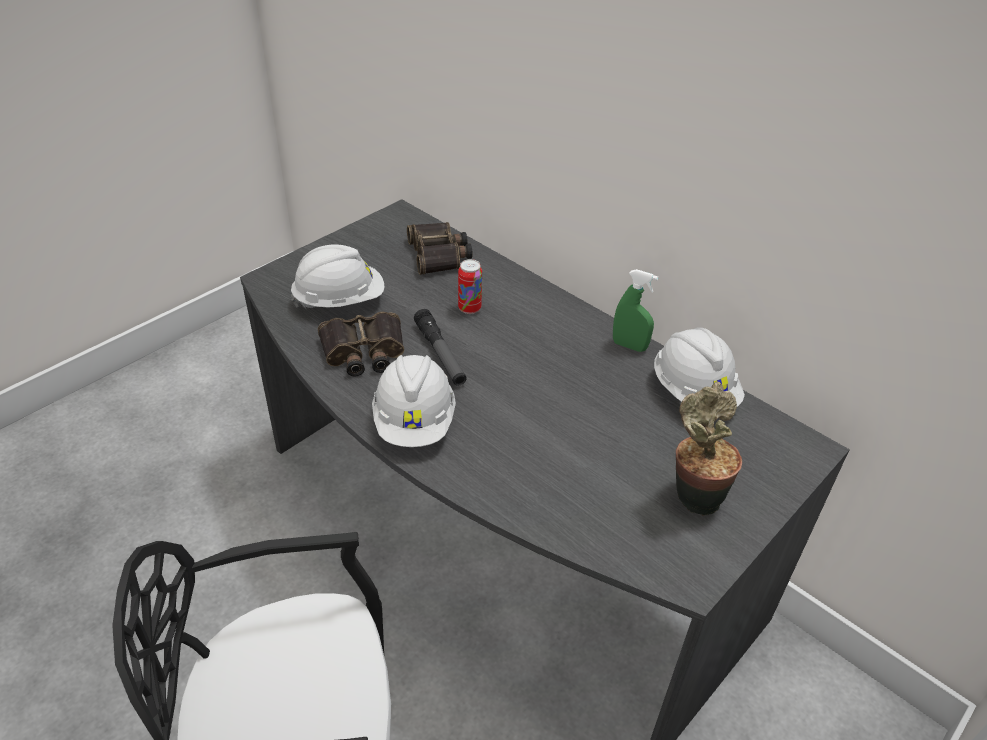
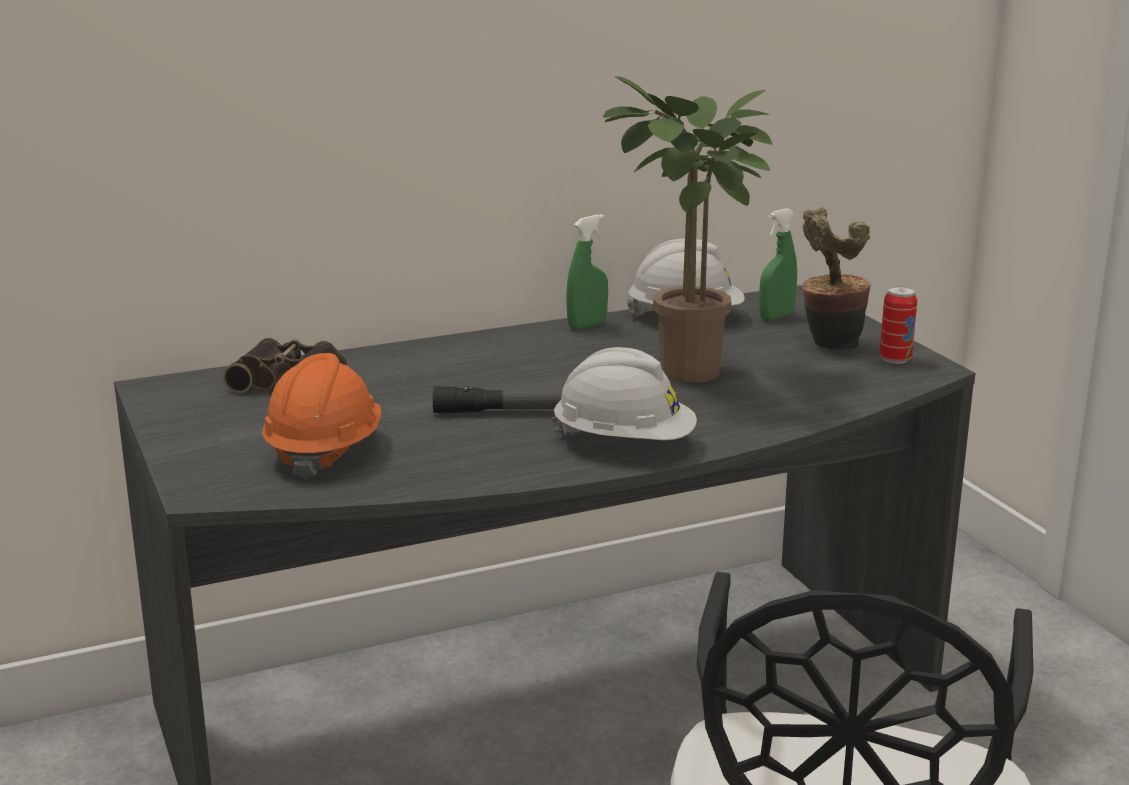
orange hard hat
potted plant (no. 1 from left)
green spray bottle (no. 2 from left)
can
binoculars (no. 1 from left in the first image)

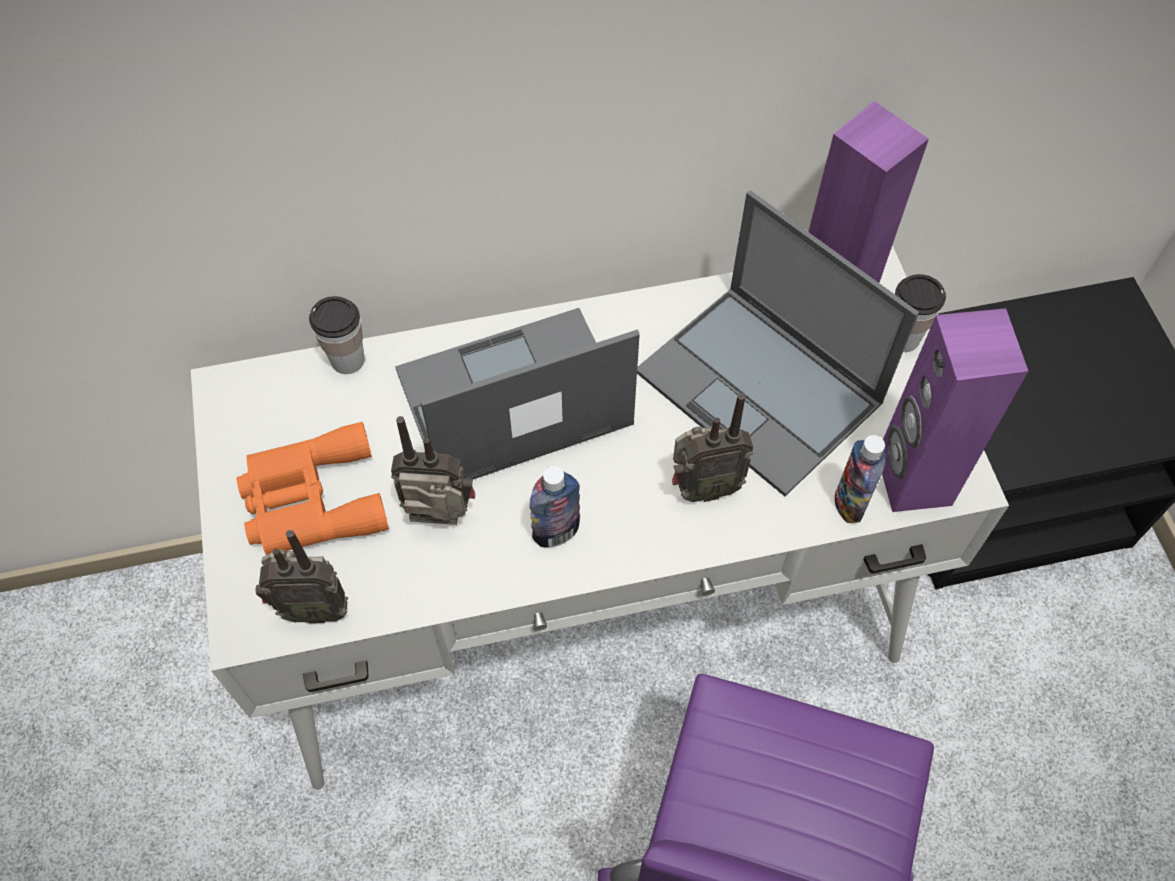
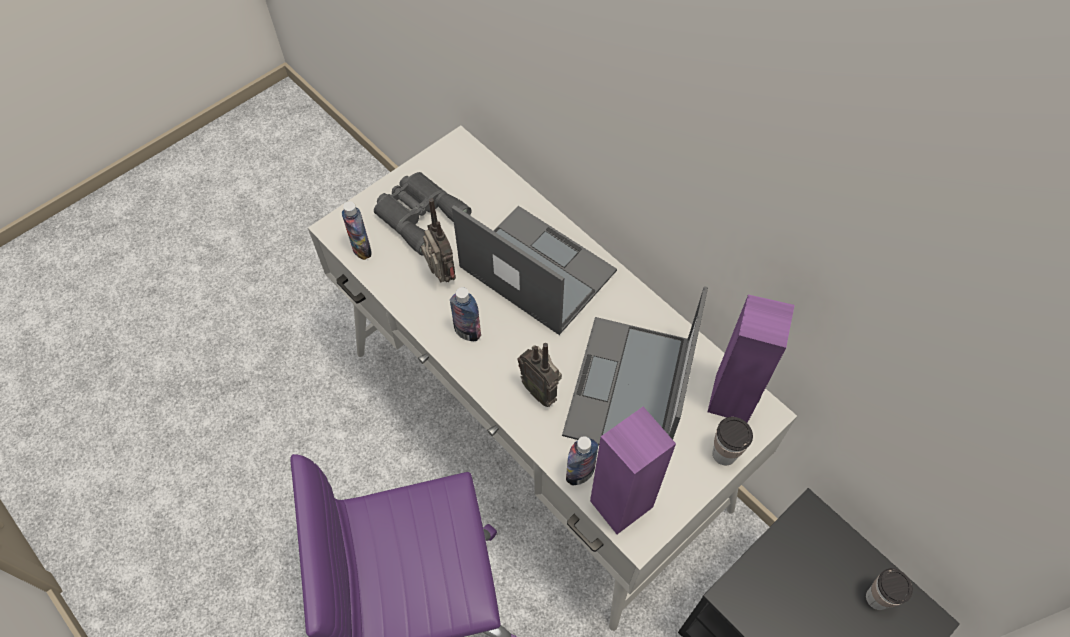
bottle (no. 1 from left)
grey binoculars
cup (no. 2 from left)

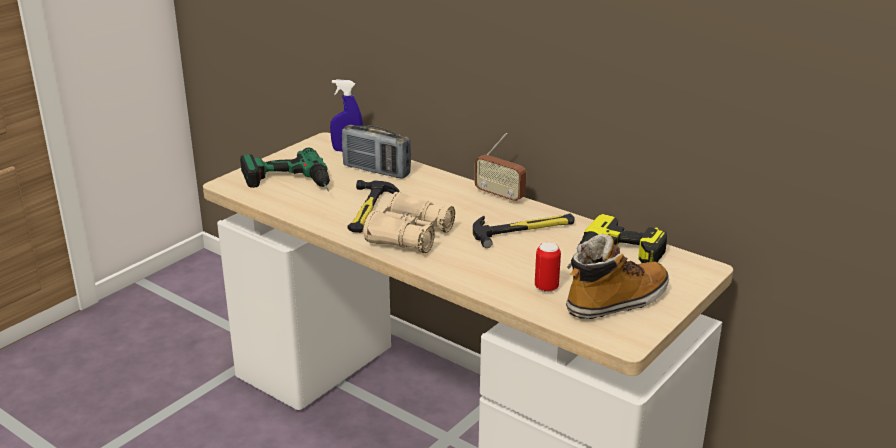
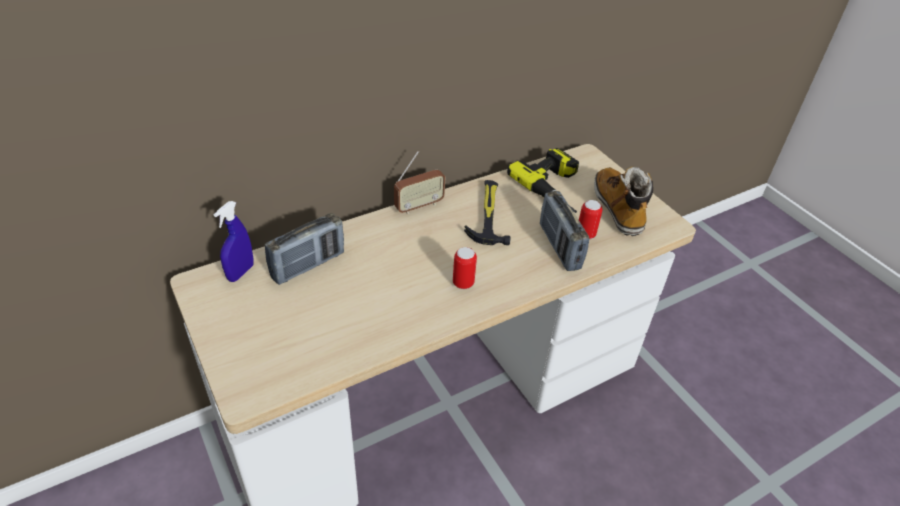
can (no. 1 from left)
radio (no. 3 from left)
power drill (no. 1 from left in the first image)
hammer (no. 1 from left in the first image)

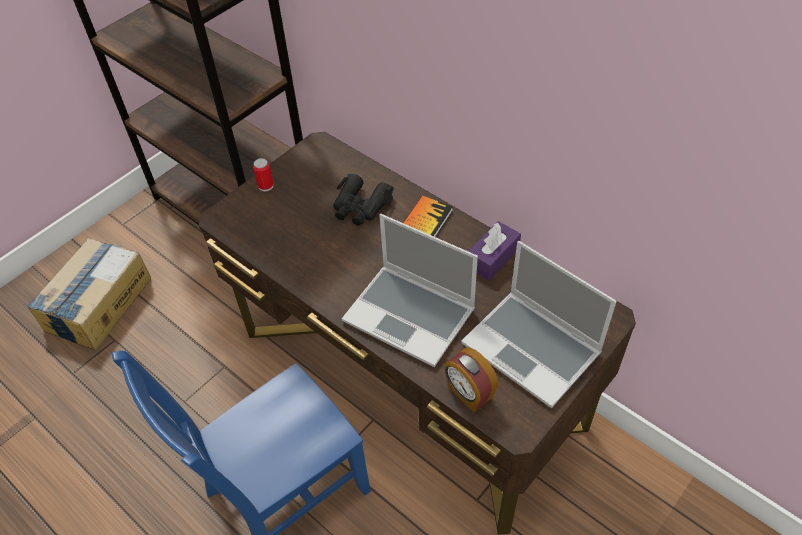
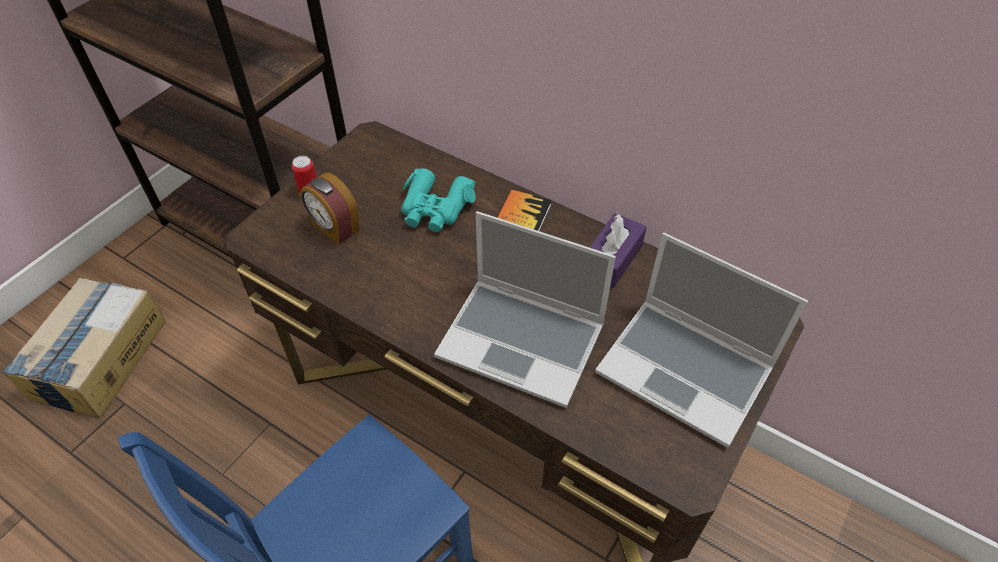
alarm clock
turquoise binoculars

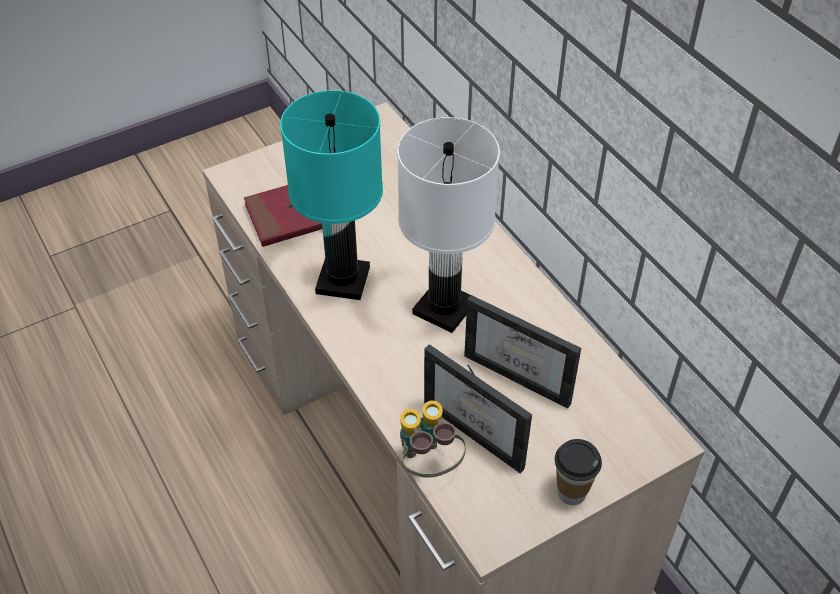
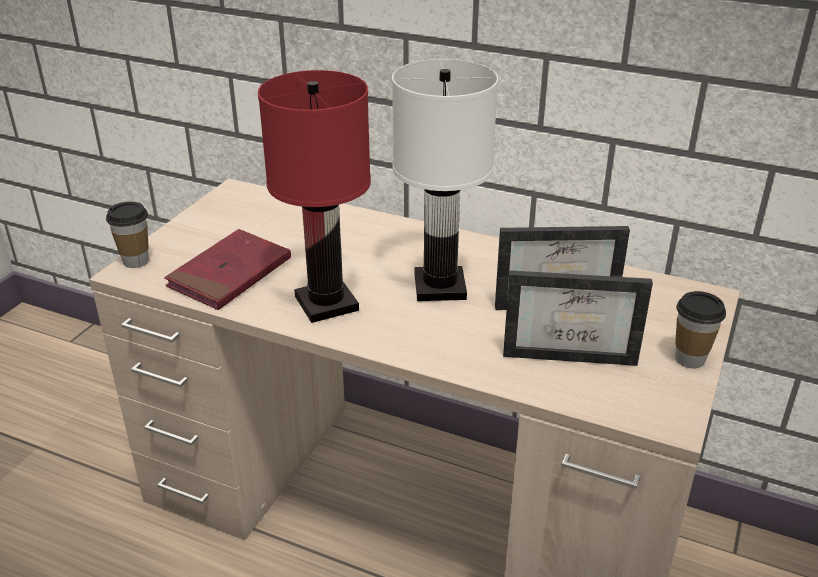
cup (no. 1 from left)
red table lamp
binoculars

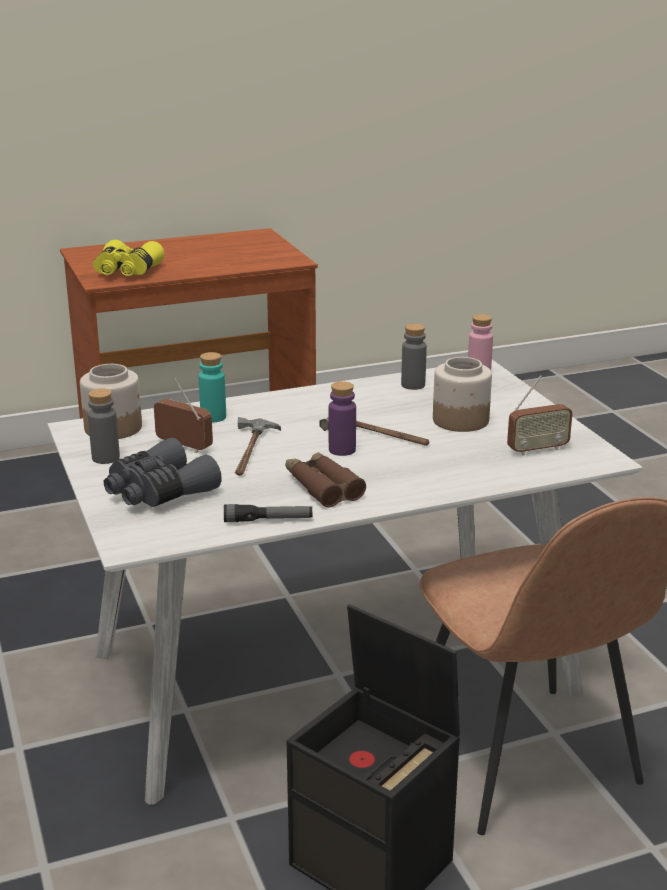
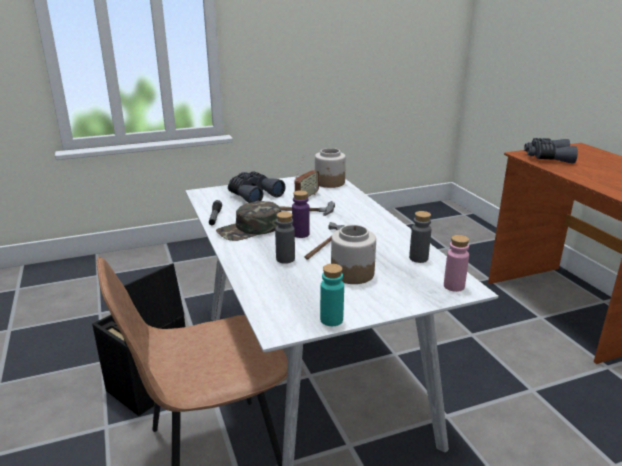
green cap
grey bottle (no. 1 from left)
turquoise bottle
grey binoculars (no. 2 from left)
radio (no. 2 from left in the first image)

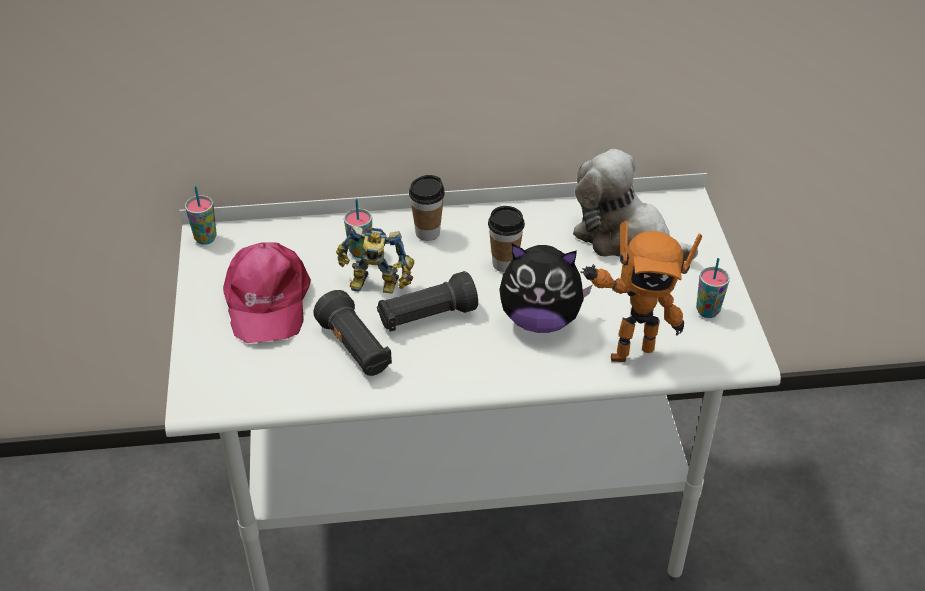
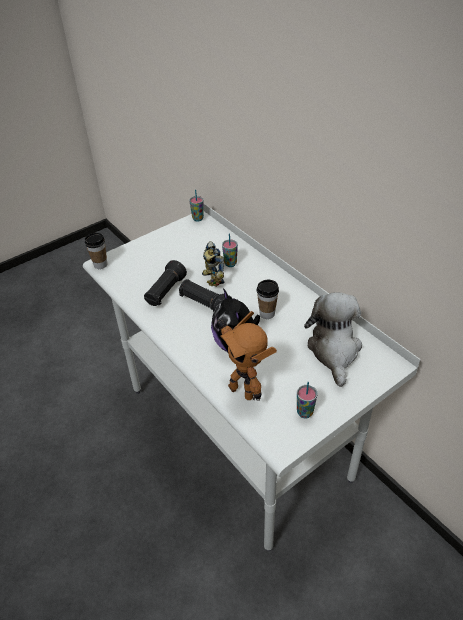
cup (no. 1 from left)
pink cap

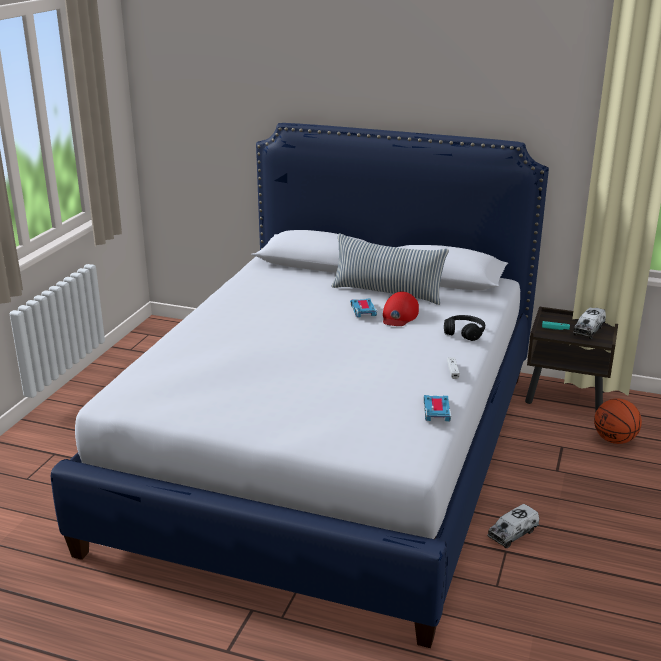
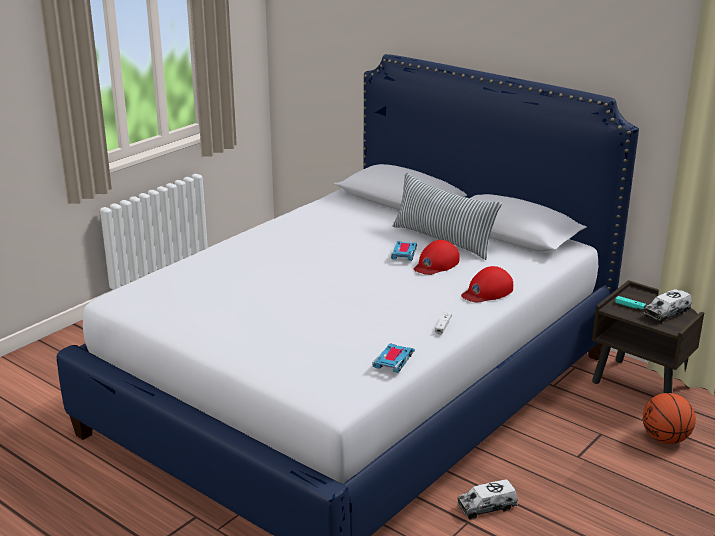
red cap (no. 2 from left)

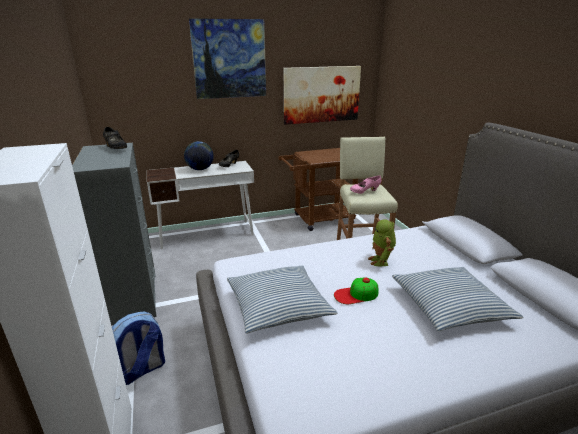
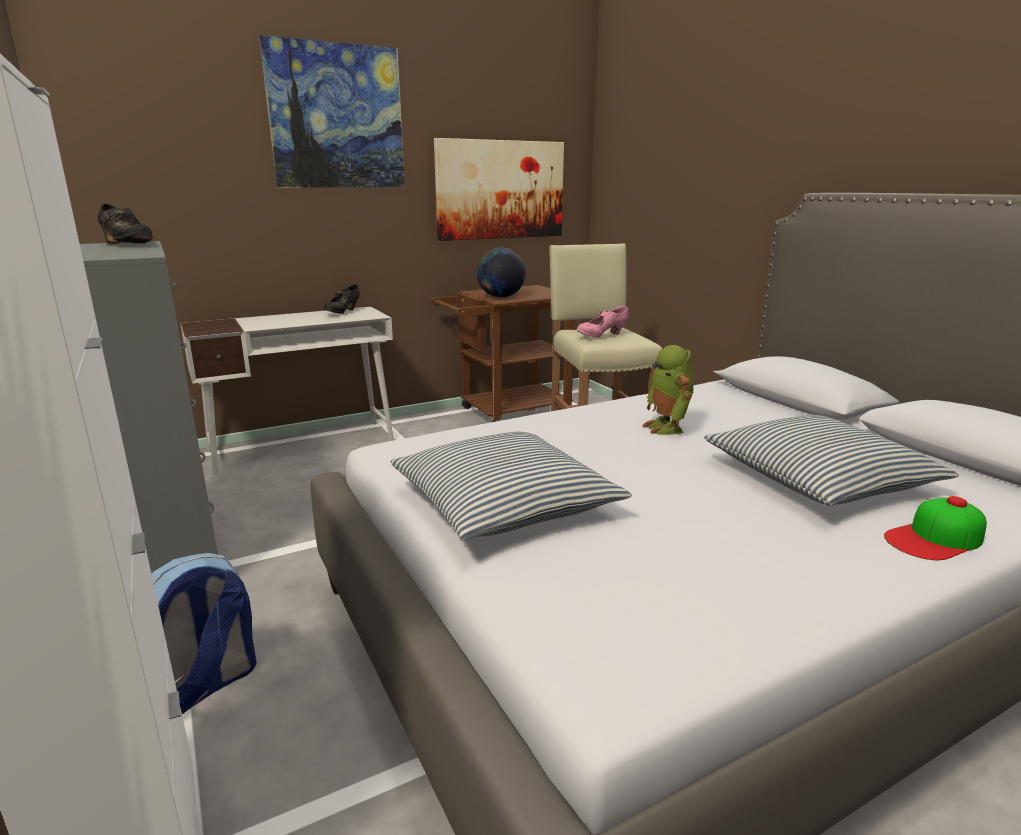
globe
cap

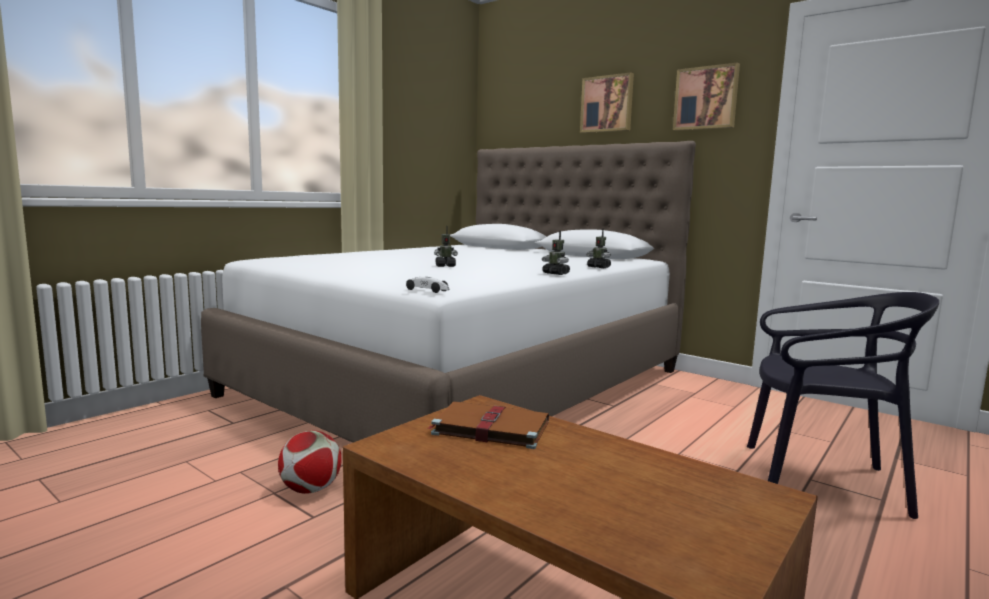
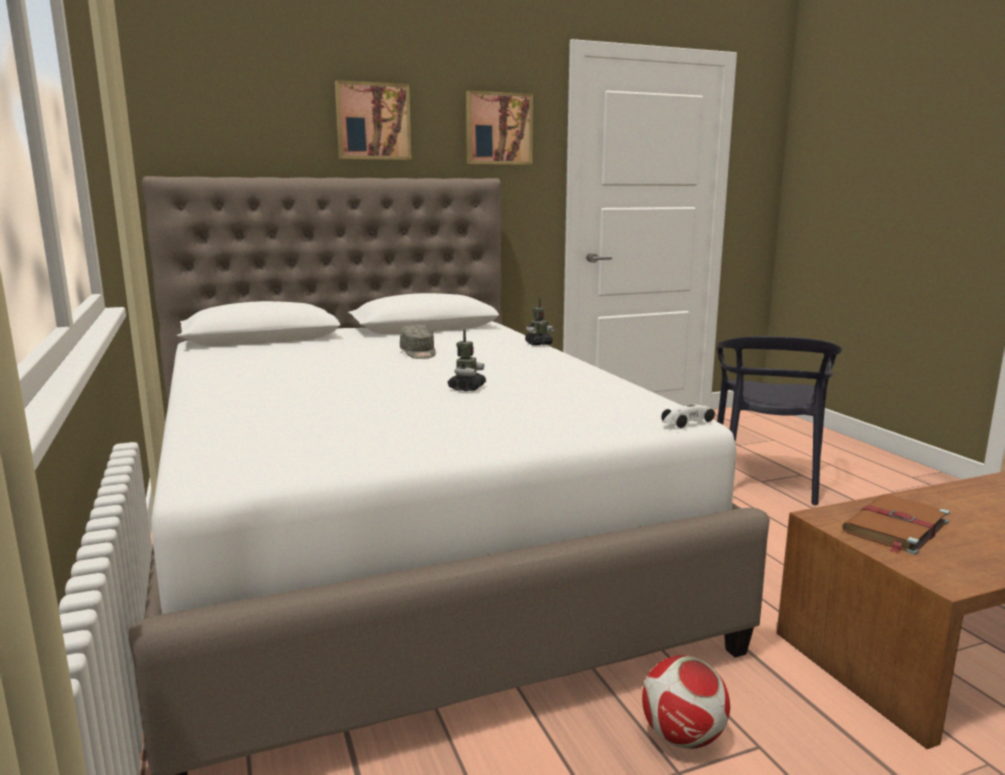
grey cap
black chair
toy robot (no. 2 from left in the first image)

